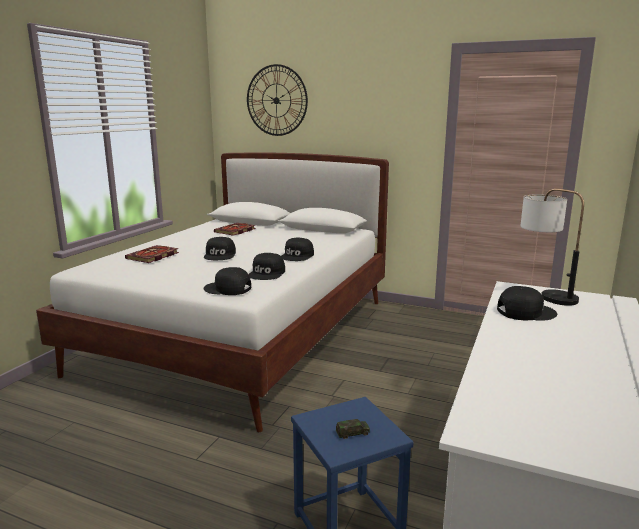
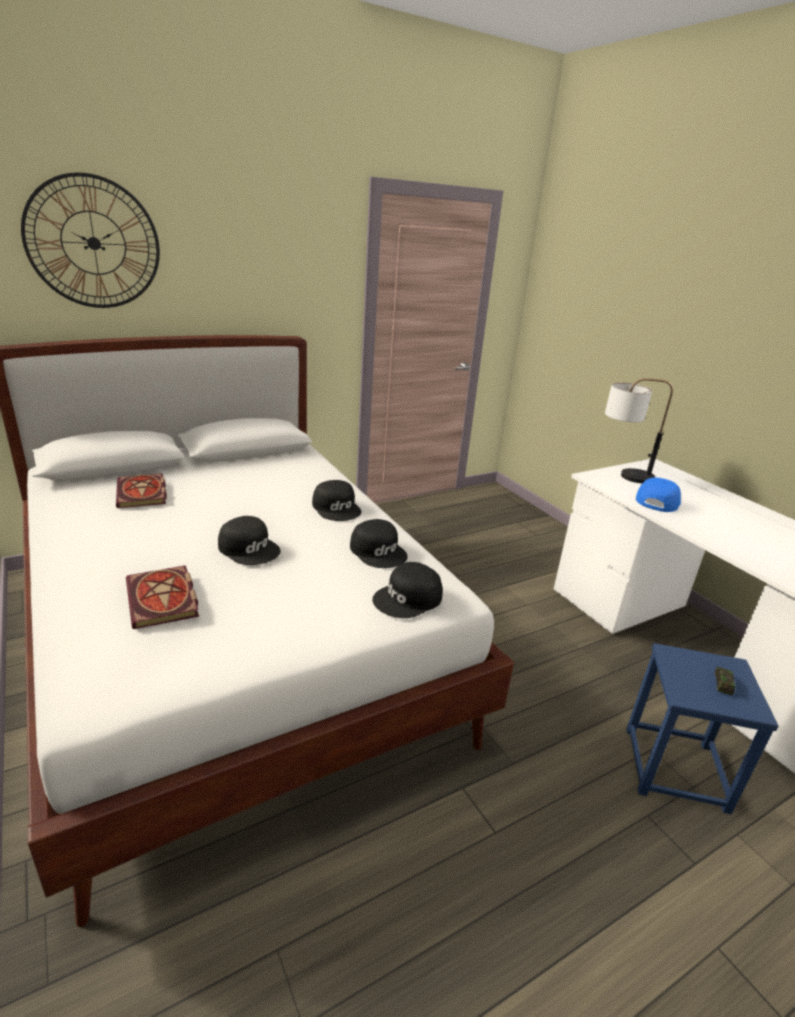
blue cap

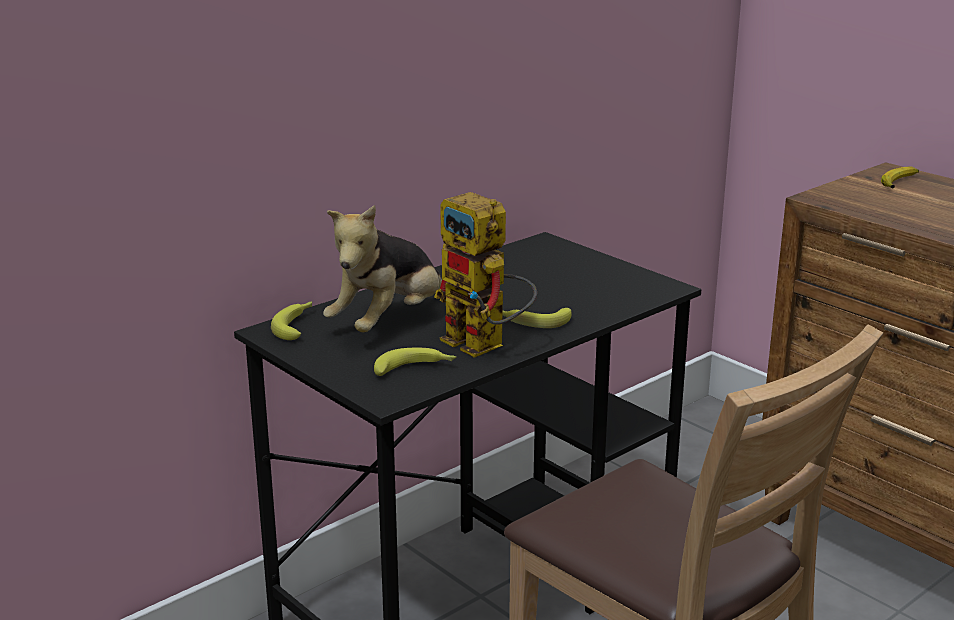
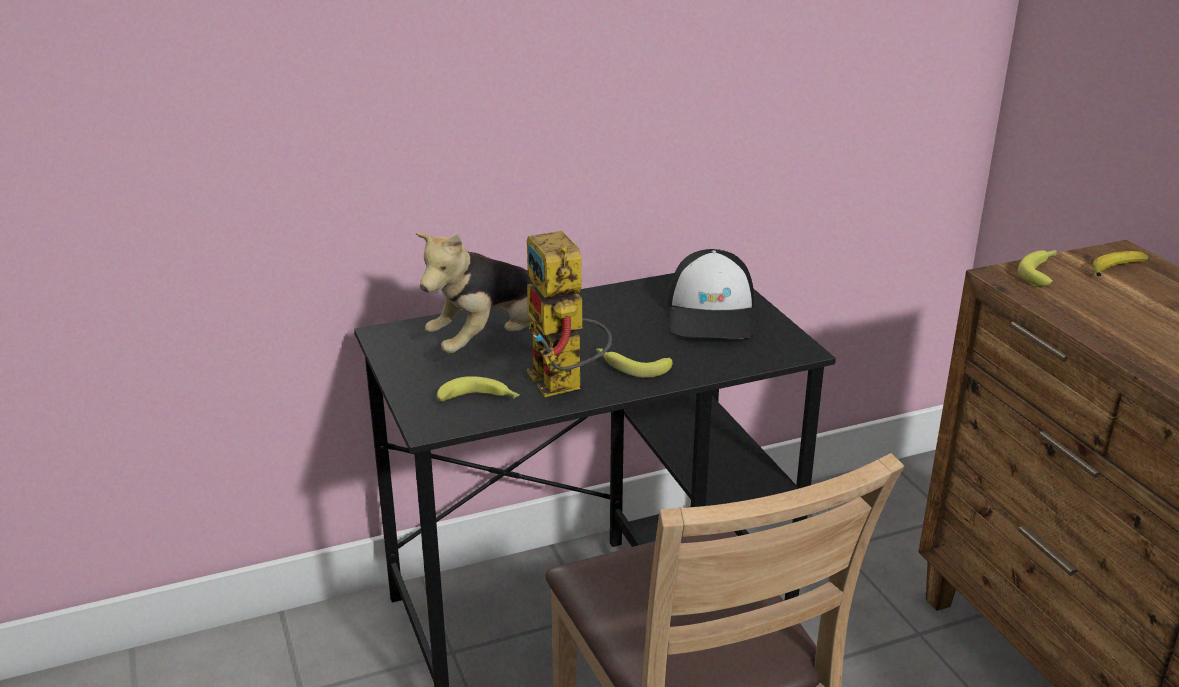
cap
banana (no. 3 from left)

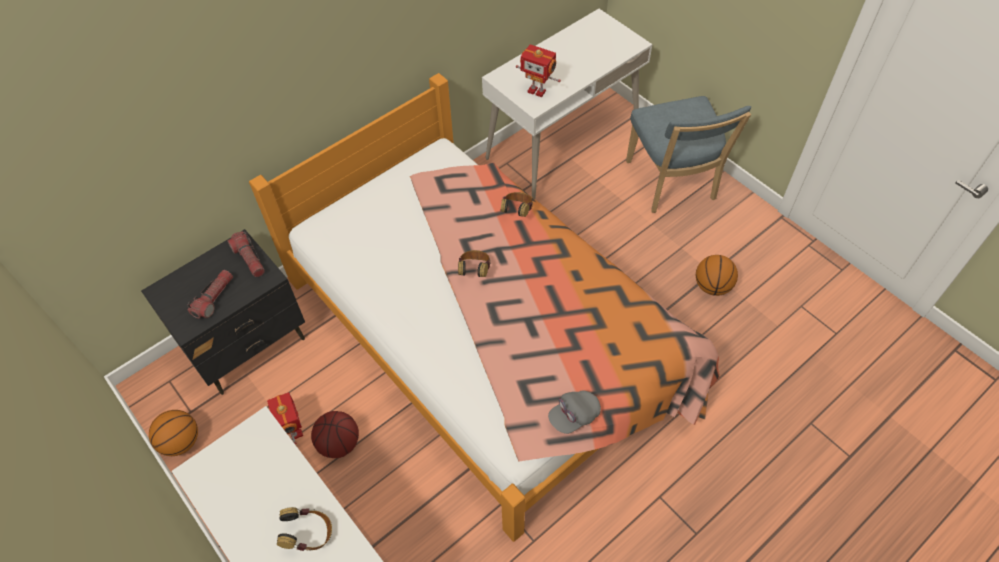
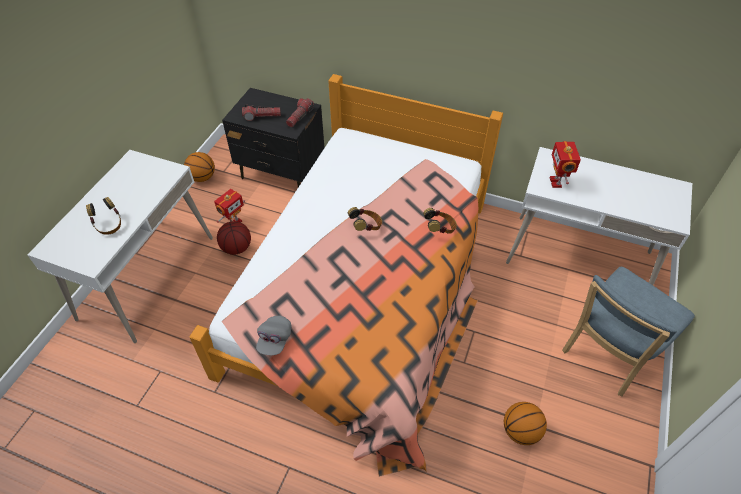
grey cap

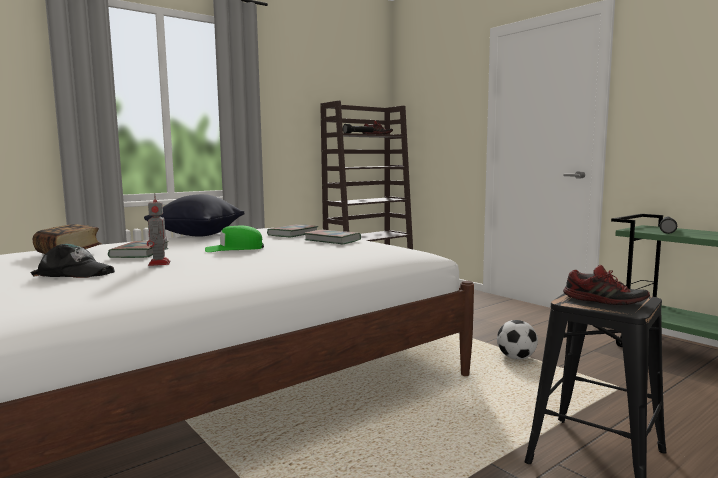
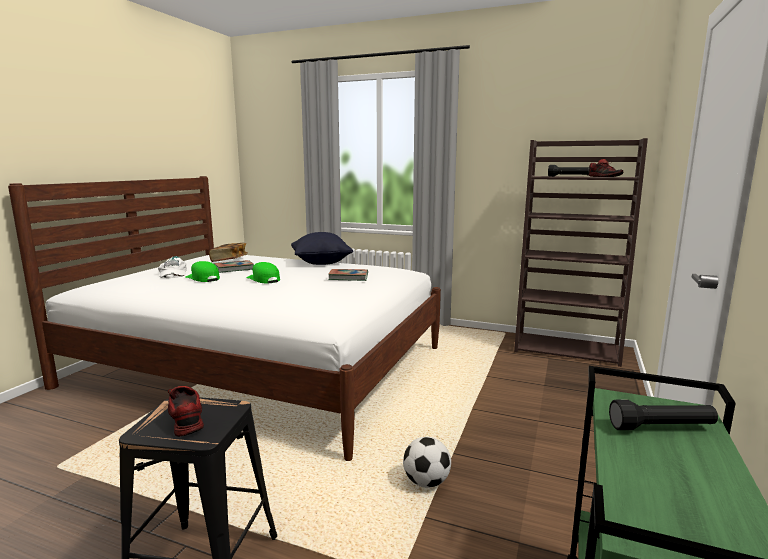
white cap
shoe (no. 1 from left)
green cap (no. 1 from left)
book (no. 4 from left in the first image)

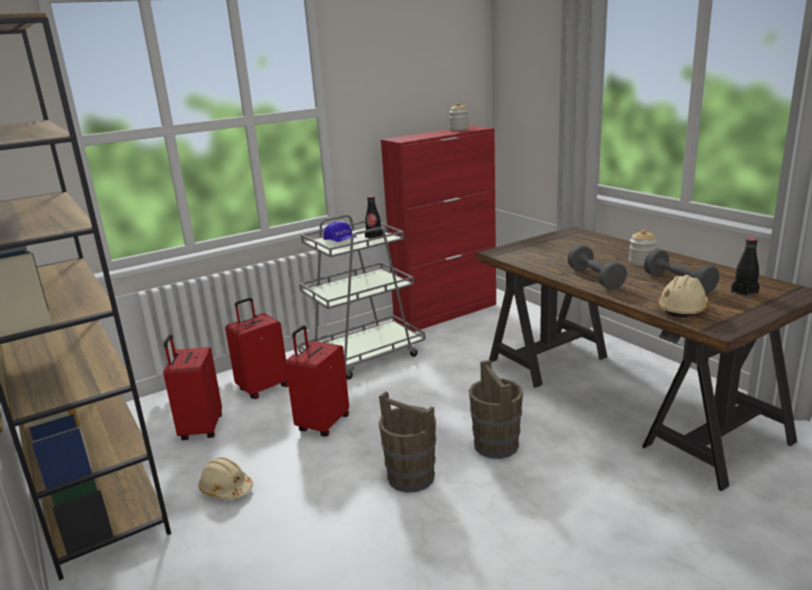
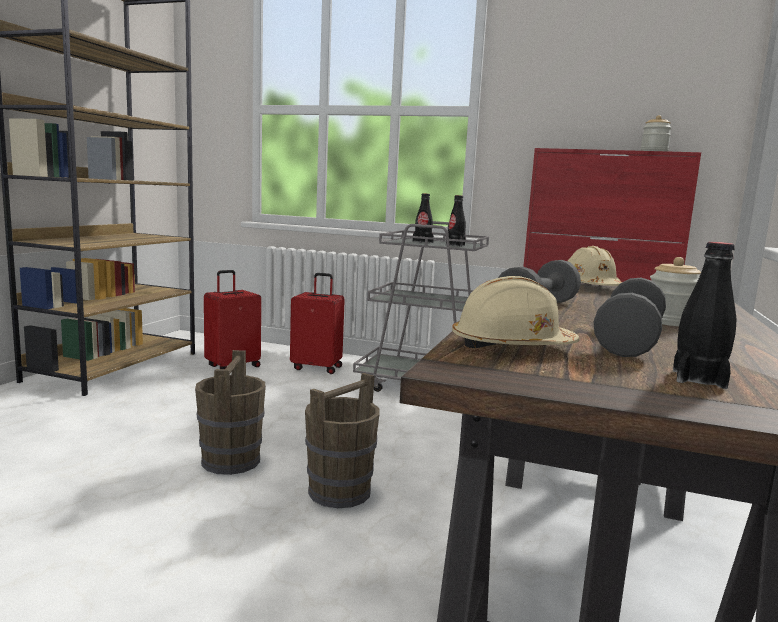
black bottle (no. 1 from left)
beige hard hat (no. 2 from left)
red suitcase (no. 3 from left in the first image)

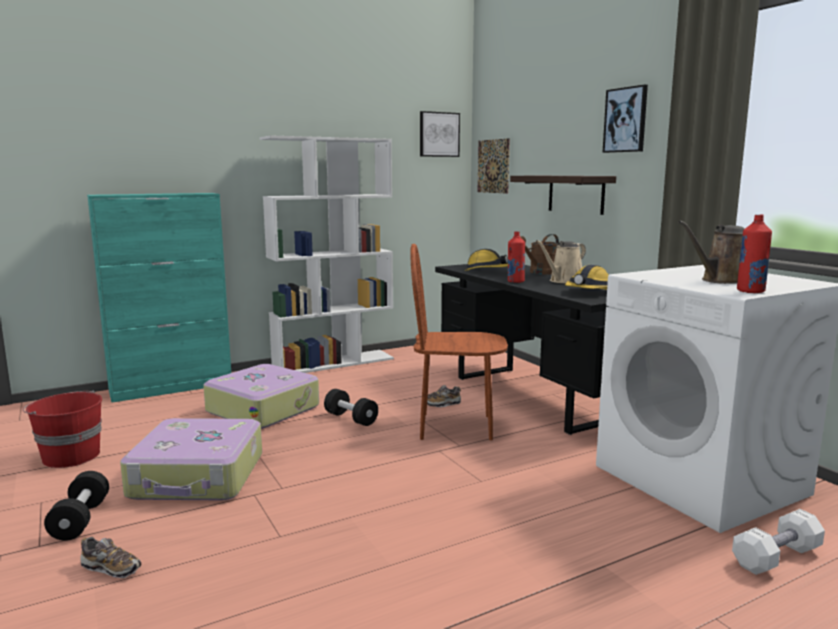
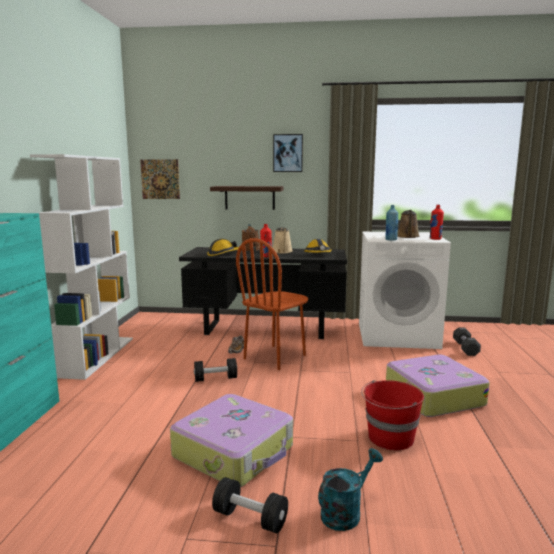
turquoise watering can
red bucket
blue bottle
suitcase (no. 2 from left)
black dumbbell (no. 3 from left)
picture (no. 1 from left in the first image)

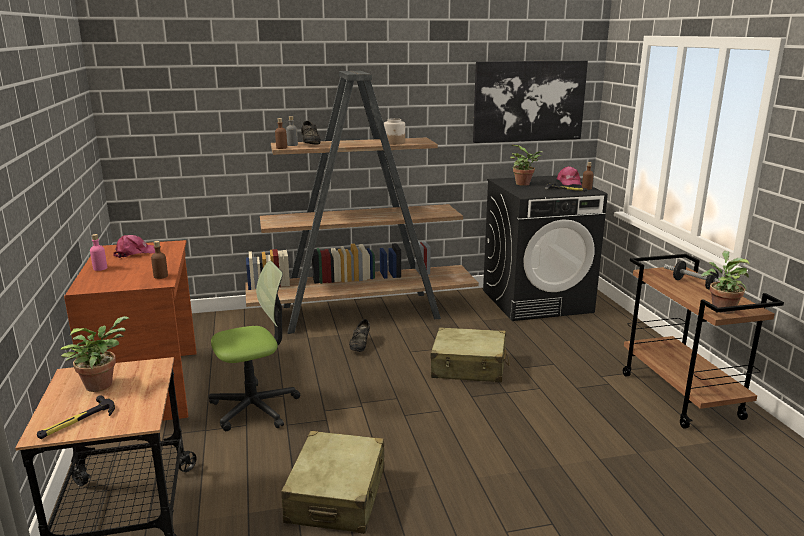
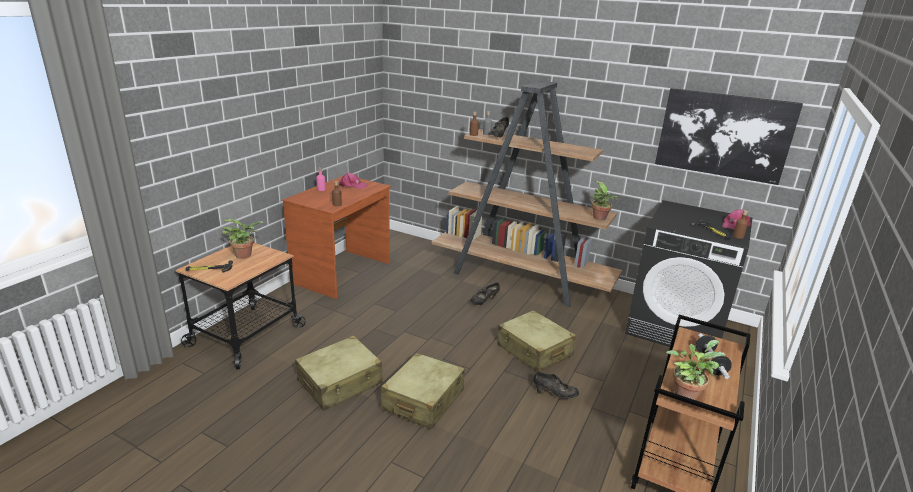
beige suitcase (no. 2 from left)
black shoe (no. 3 from left)
potted plant (no. 2 from left)
office chair
jar

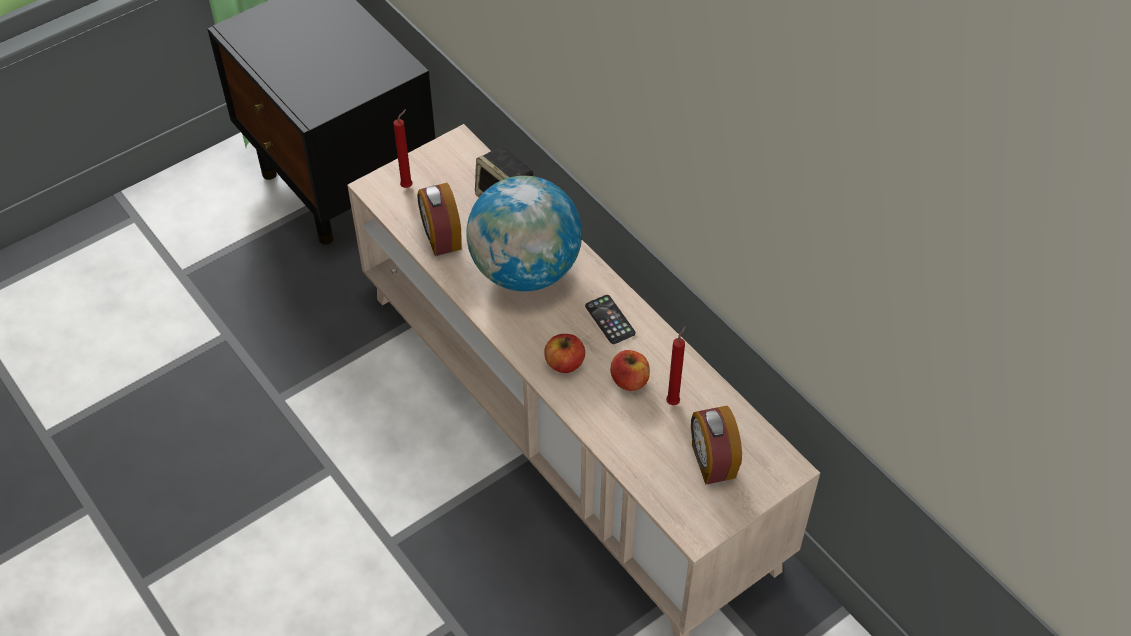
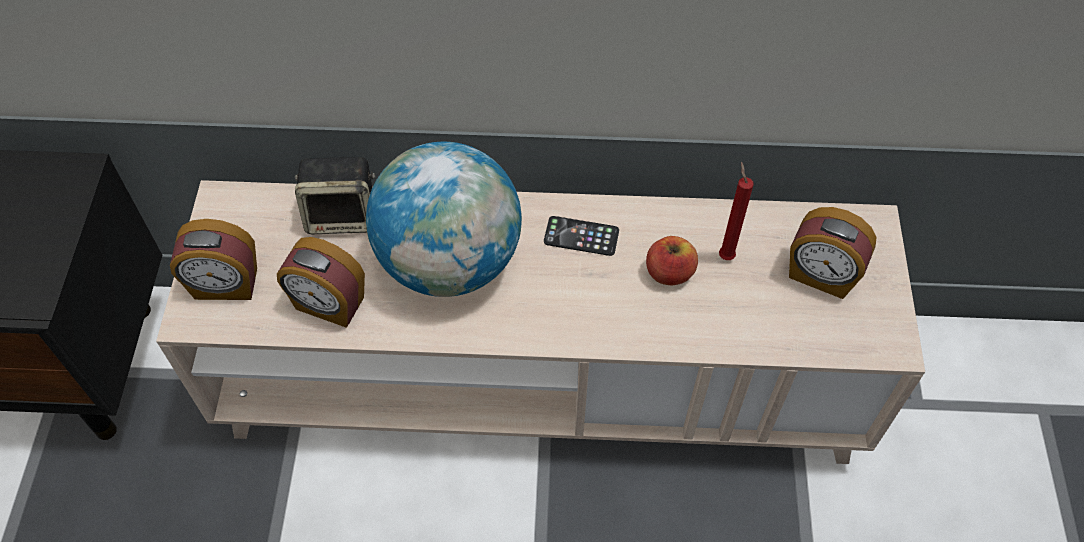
alarm clock (no. 1 from left)
apple (no. 1 from left in the first image)

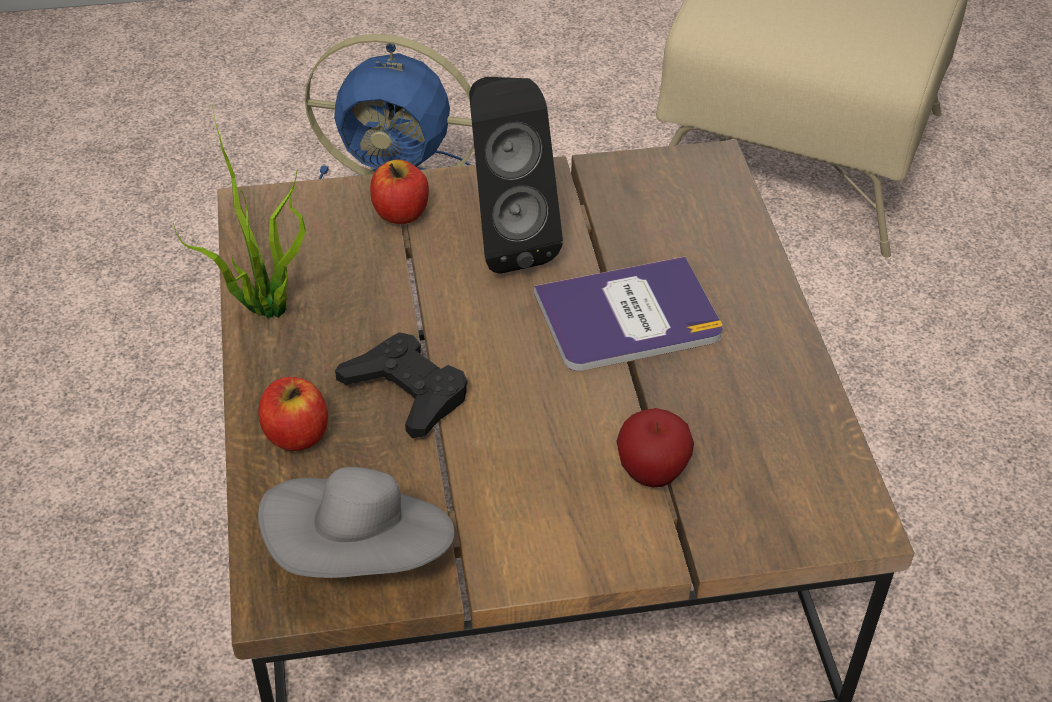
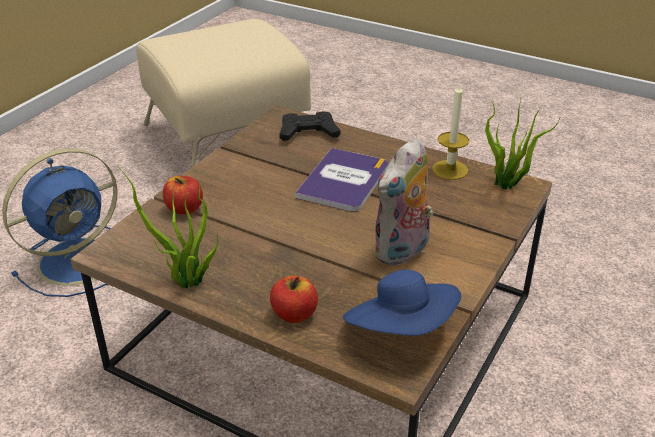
black game controller
blue hat
plush toy
candle
potted plant (no. 2 from left)
black speaker
apple (no. 3 from left in the first image)

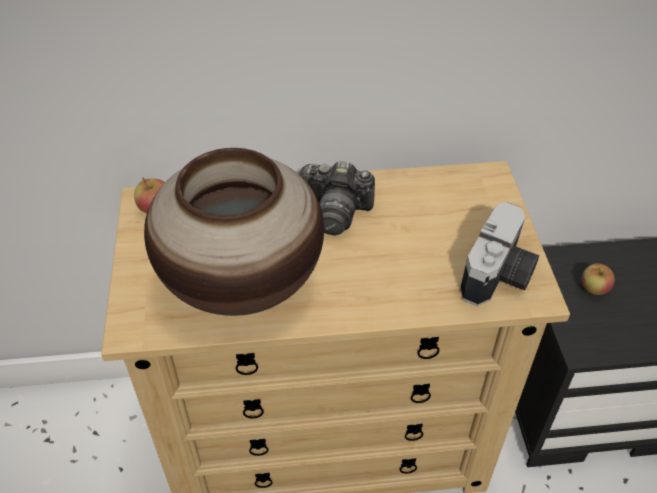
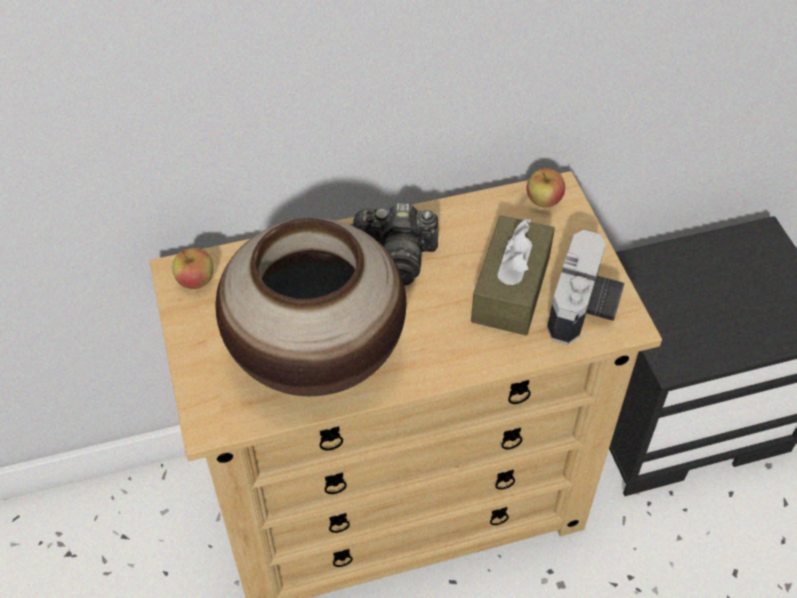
brown tissue box
apple (no. 2 from left)

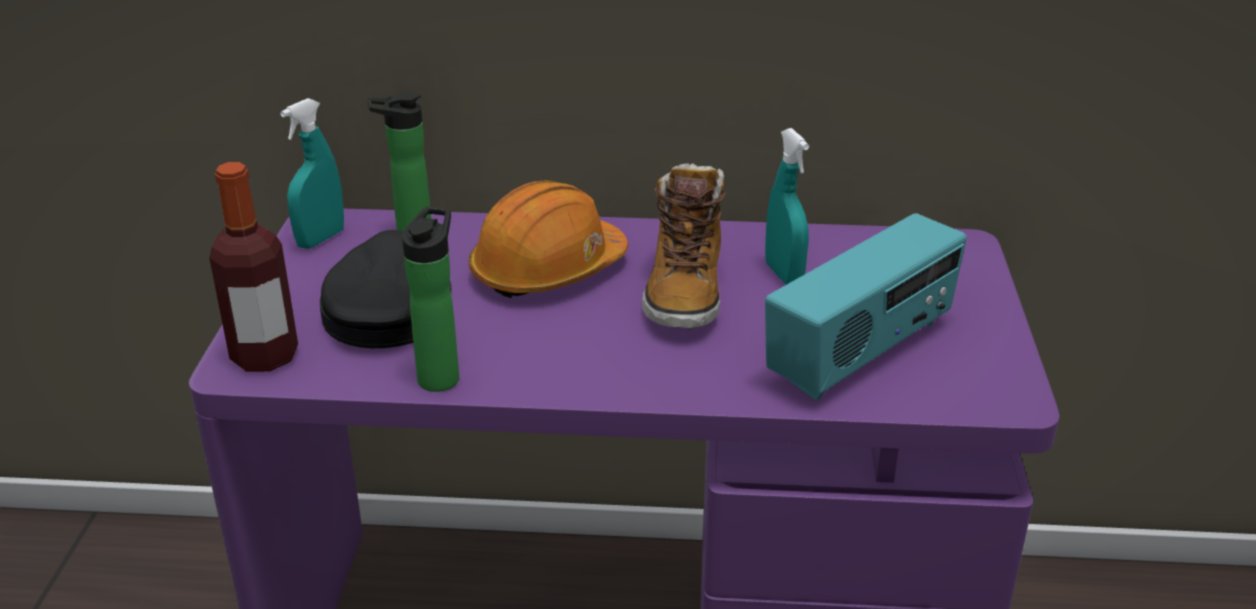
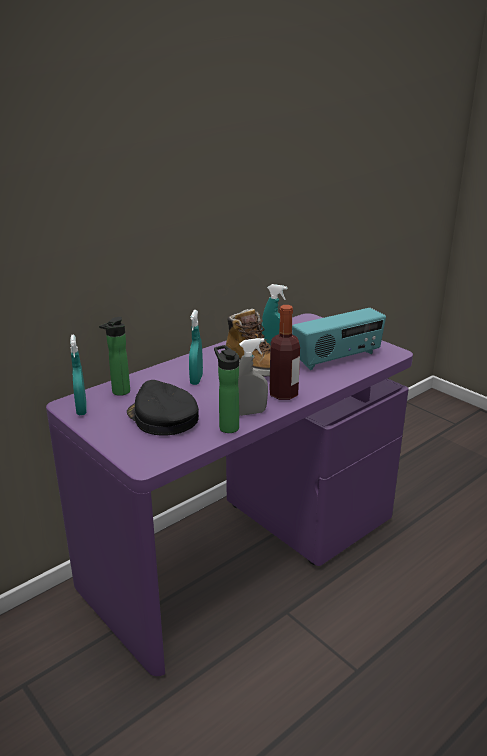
turquoise spray bottle (no. 2 from left)
grey spray bottle
bottle (no. 3 from left)
radio

